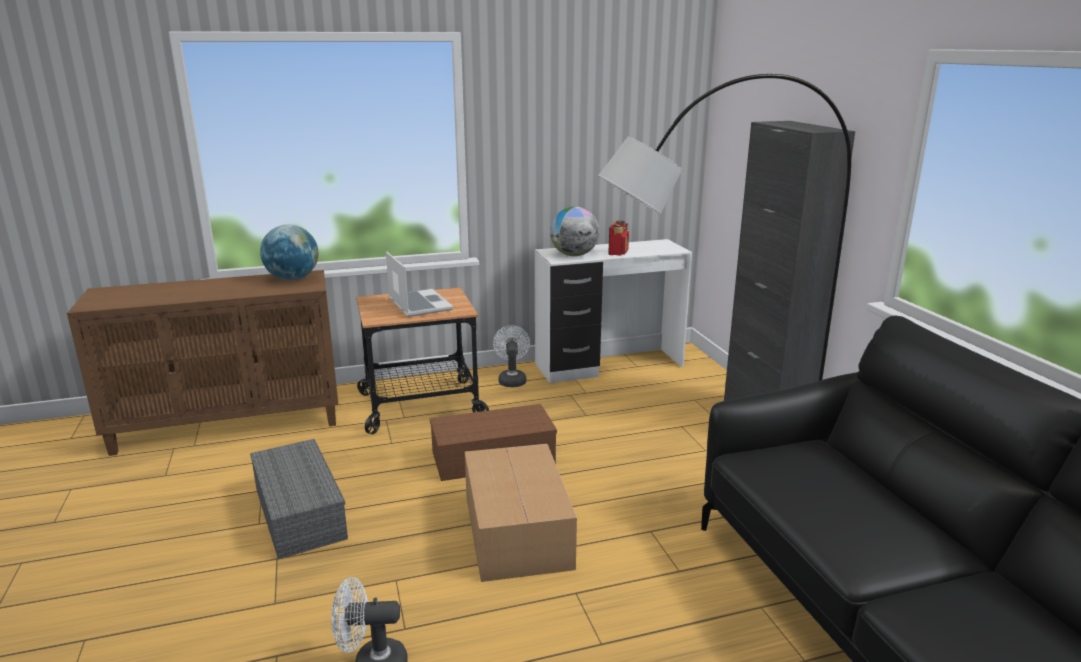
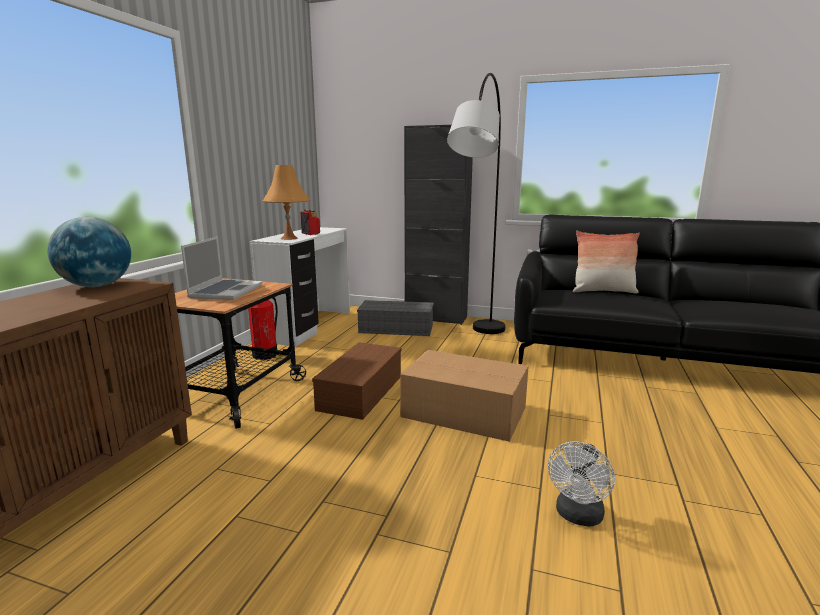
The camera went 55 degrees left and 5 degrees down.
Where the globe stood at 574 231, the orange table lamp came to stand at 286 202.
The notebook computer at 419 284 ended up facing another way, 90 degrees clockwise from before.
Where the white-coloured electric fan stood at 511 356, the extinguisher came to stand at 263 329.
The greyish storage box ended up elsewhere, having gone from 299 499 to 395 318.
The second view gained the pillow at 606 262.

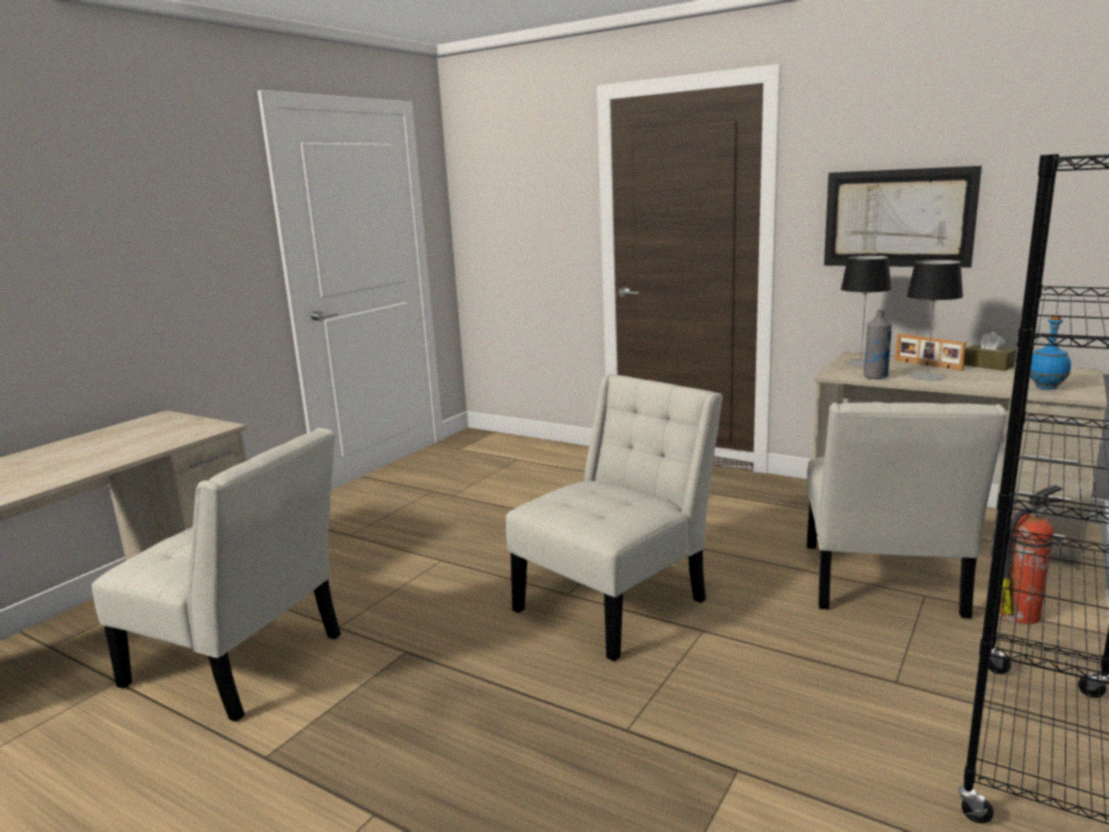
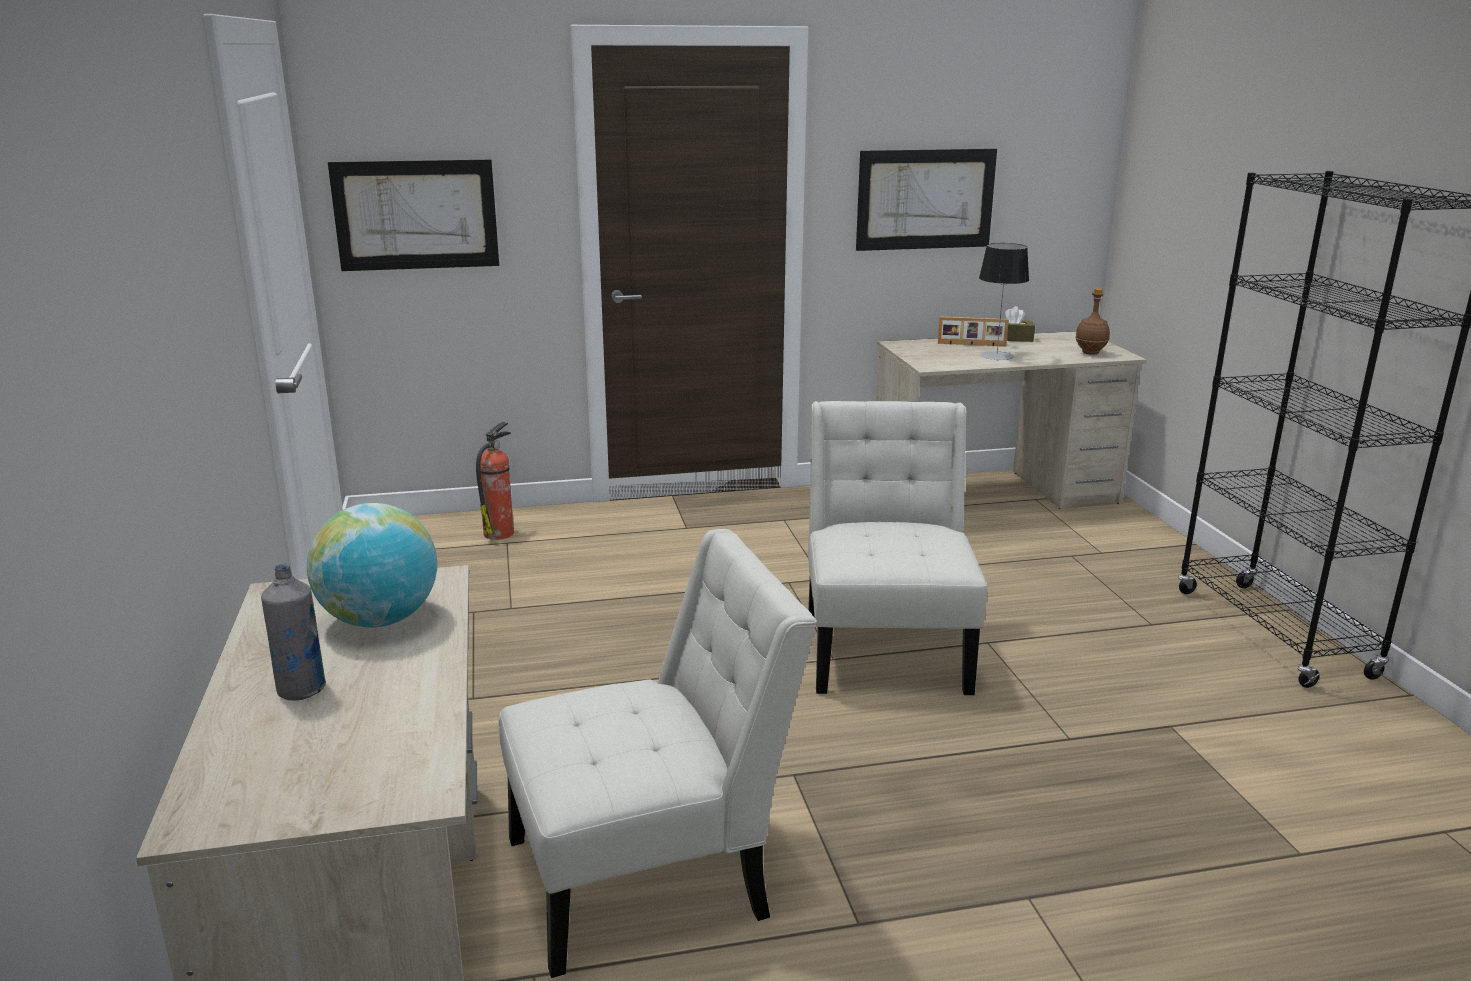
The camera went 45 degrees left and 5 degrees up.
The second view lost the table lamp at 866 311.
The greyish beverage bottle ended up elsewhere, having gone from 878 344 to 293 631.
What was the bluish beverage bottle at 1050 352 turned into the brown-coloured beverage bottle at 1092 321.
The second view lost the white-coloured chair at 907 510.
The extinguisher ended up elsewhere, having gone from 1031 554 to 495 481.
The second view gained the wall picture at 413 215.
The second view gained the globe at 372 565.

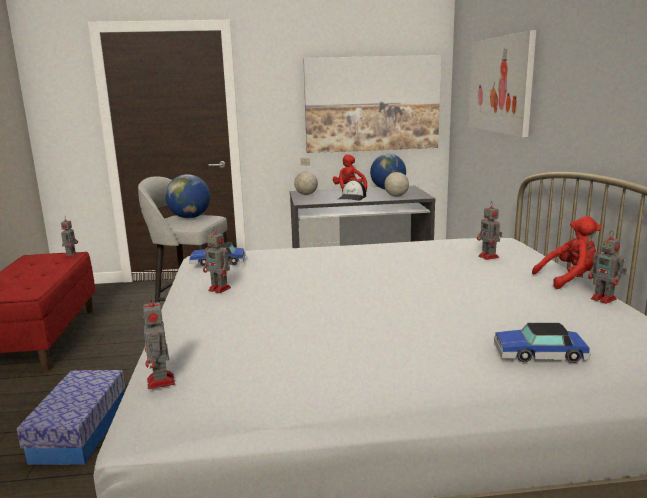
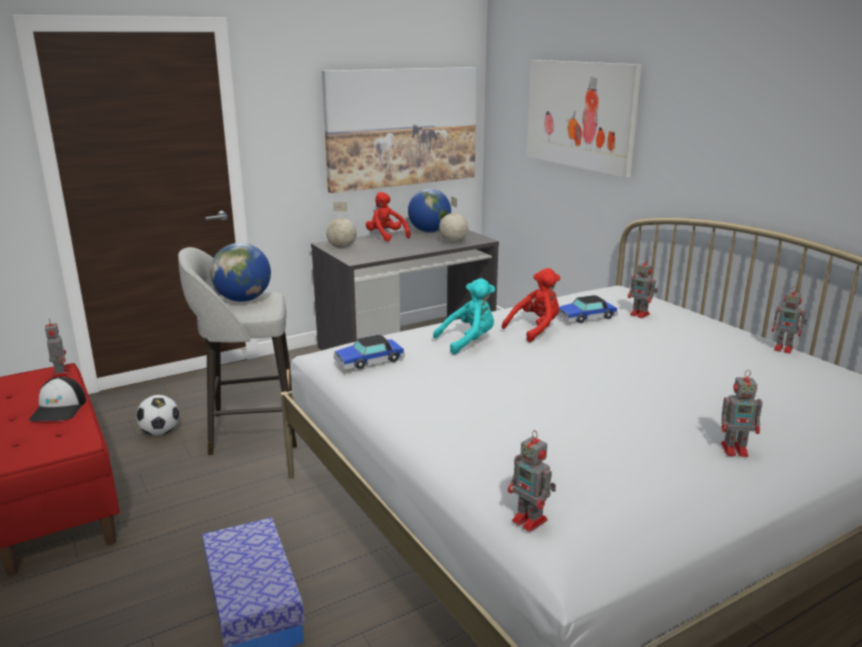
The camera went 25 degrees left and 5 degrees up.
The cap ended up elsewhere, having gone from 352 190 to 57 399.
The red plush toy ended up elsewhere, having gone from 567 252 to 531 305.
The robot figure ended up elsewhere, having gone from 217 259 to 741 413.
The toy car ended up elsewhere, having gone from 542 343 to 587 309.
The second view gained the turquoise plush toy at 464 316.
The second view gained the ball for football at 157 415.

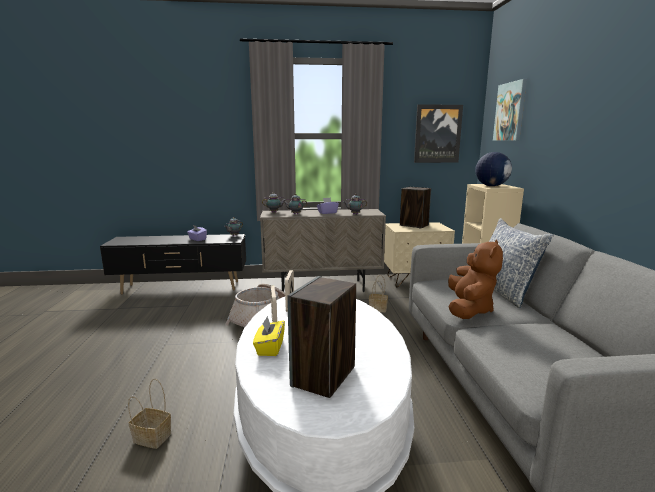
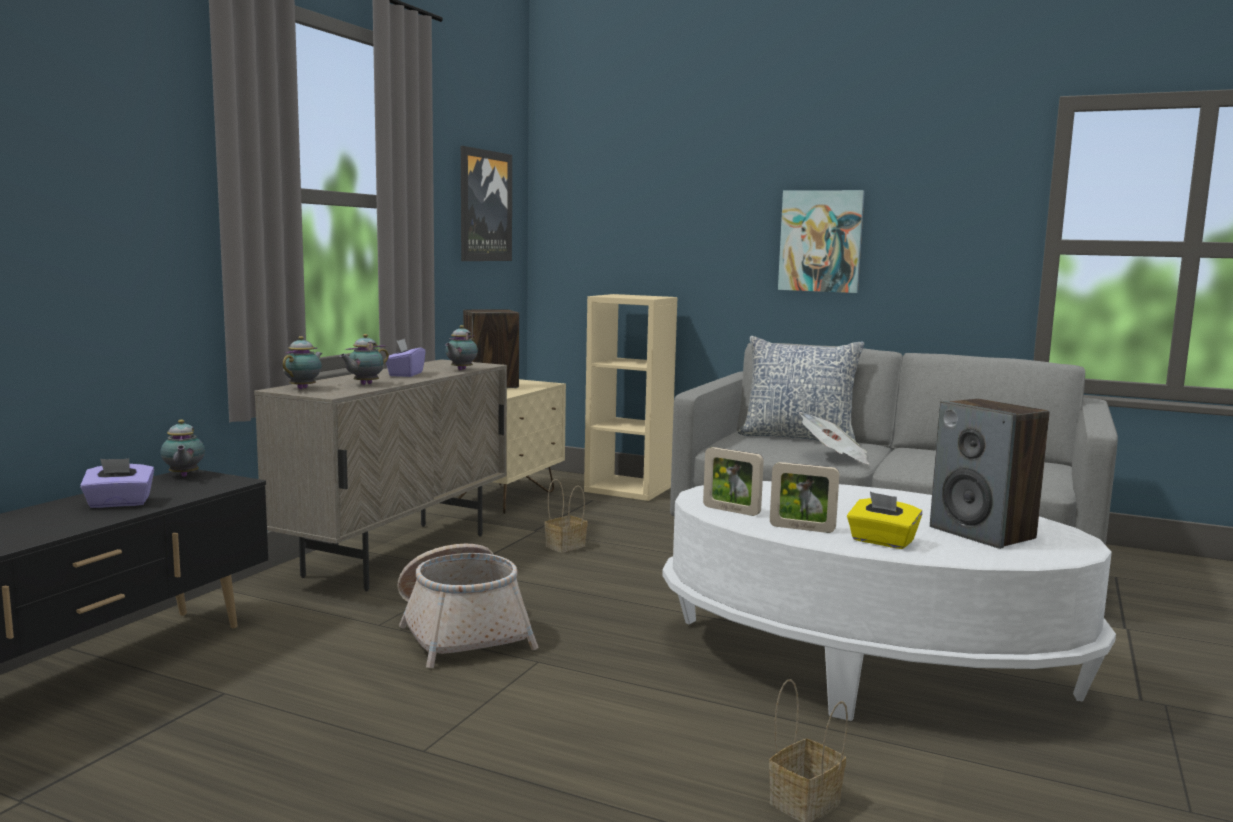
The camera went 60 degrees left and 5 degrees down.
The wall picture ended up elsewhere, having gone from 510 110 to 821 241.
The second view lost the globe at 493 169.
Where the brown-coloured plush toy stood at 475 279, the printed paper came to stand at 834 438.

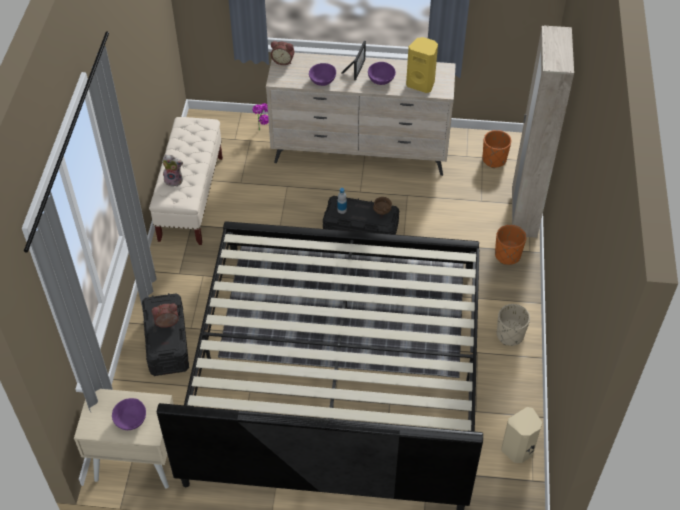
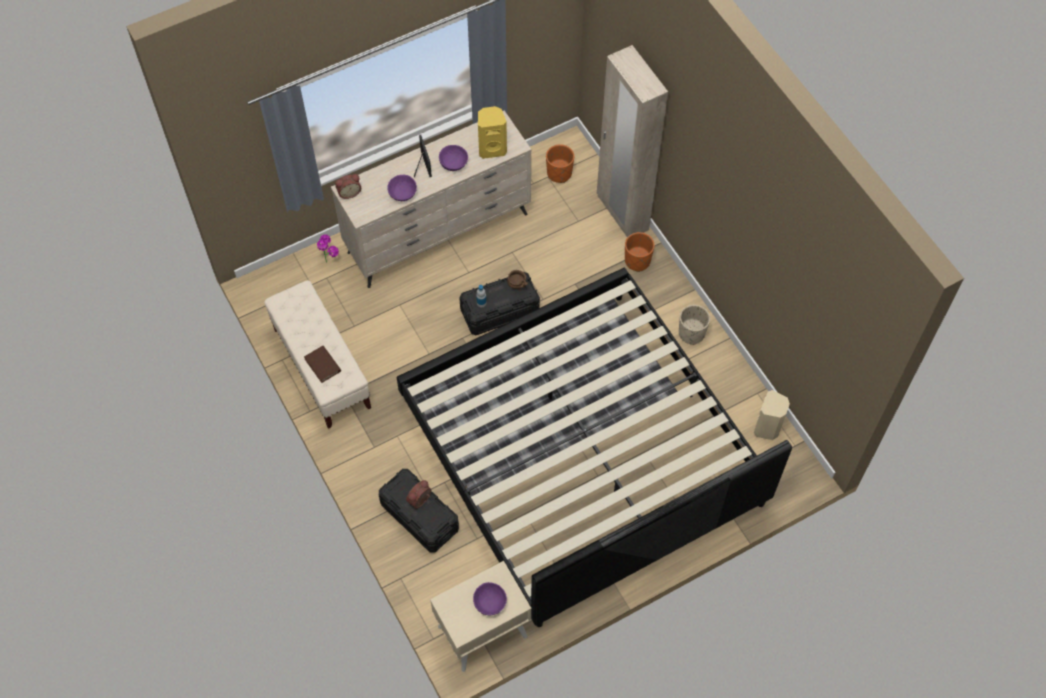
The camera went 35 degrees left and 10 degrees up.
Where the plush toy stood at 172 171, the brown-coloured bound book came to stand at 322 364.

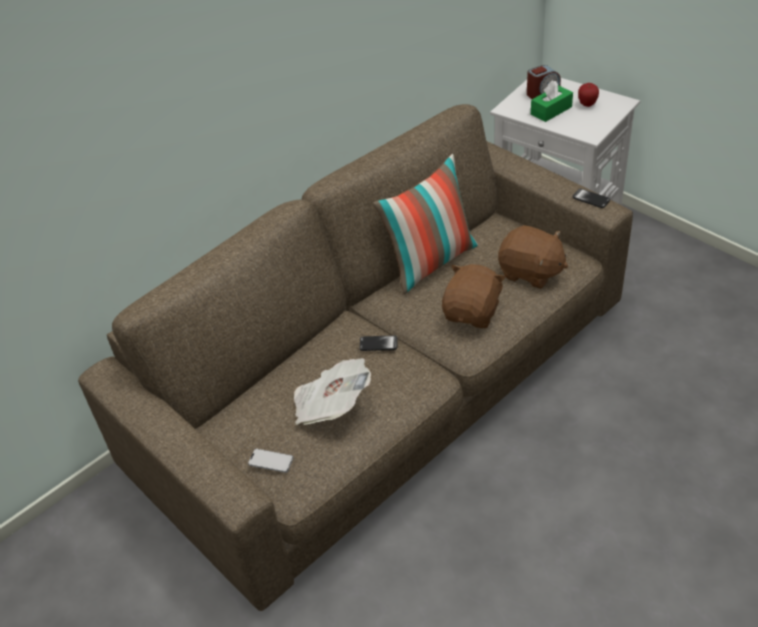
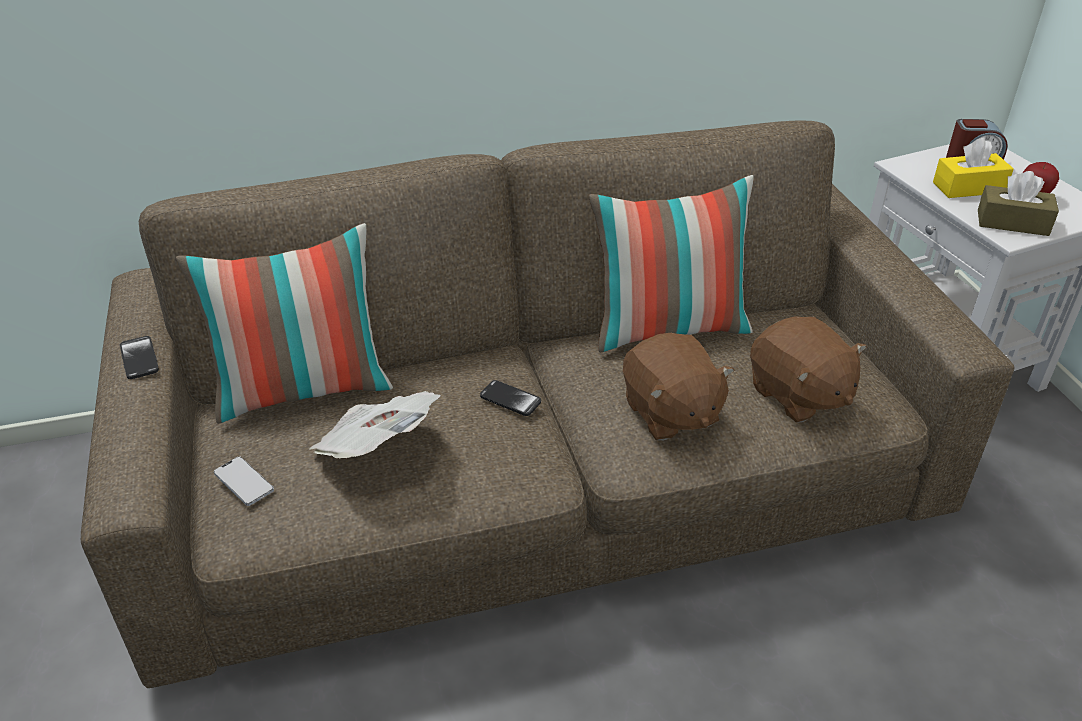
The camera went 25 degrees right and 5 degrees down.
What was the green tissue holder at 552 101 turned into the yellow tissue holder at 973 168.
The handset ended up elsewhere, having gone from 591 198 to 139 357.
The brown-coloured plush toy at 474 296 ended up facing another way, 105 degrees clockwise from before.
The second view gained the brown-coloured tissue holder at 1018 203.
The second view gained the pillow at 284 323.

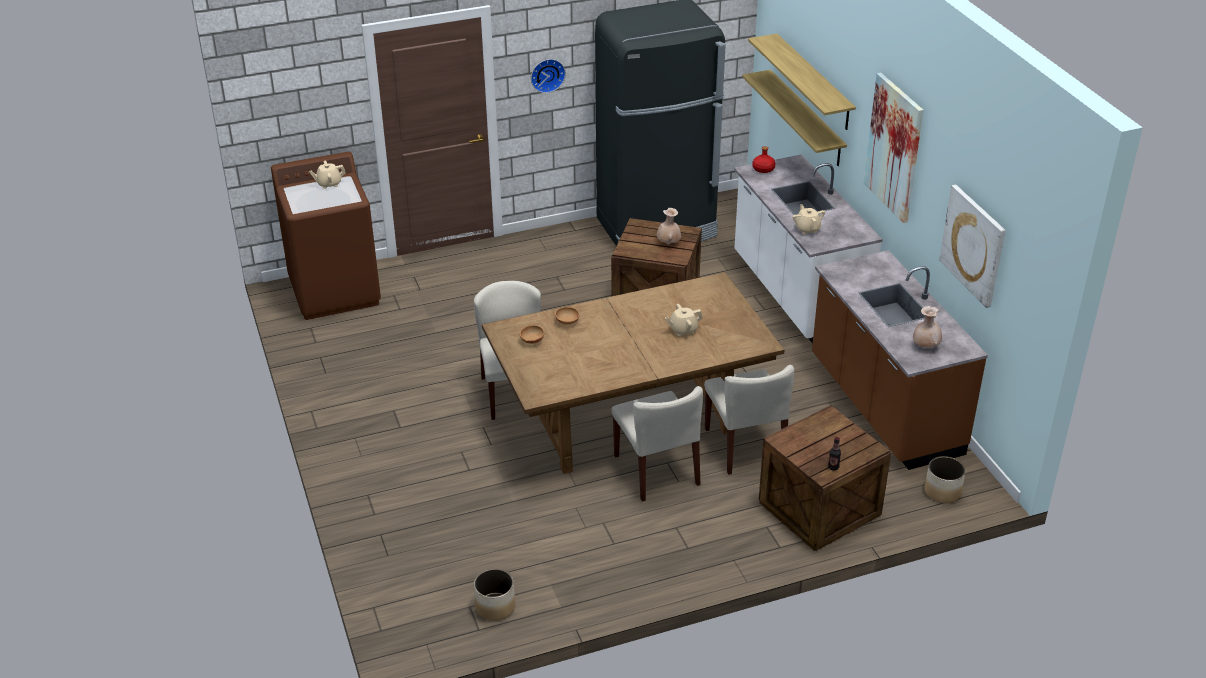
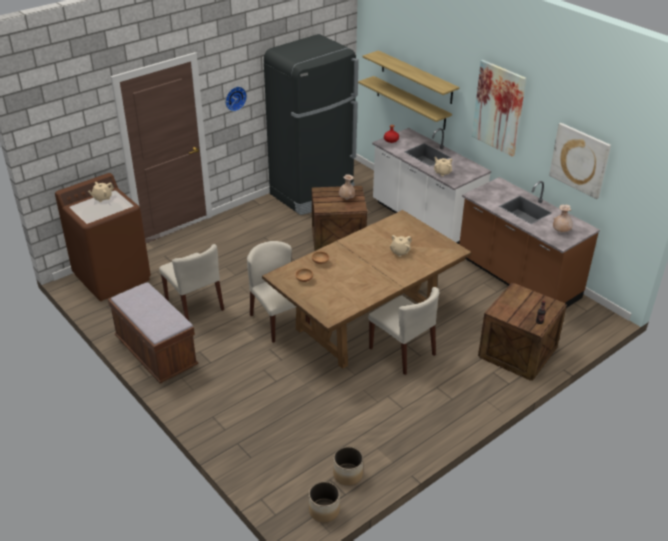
The camera went 20 degrees left and 0 degrees up.
The beige chair ended up elsewhere, having gone from 749 420 to 191 282.
The plant pot ended up elsewhere, having gone from 945 479 to 324 502.
The second view gained the brown-coloured indoor bench at 153 332.

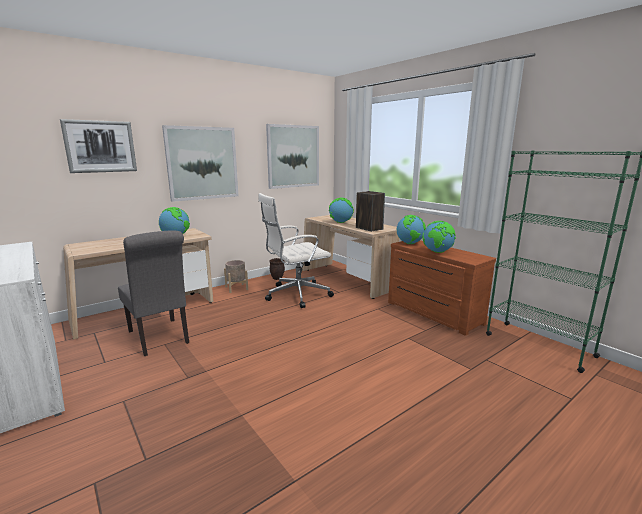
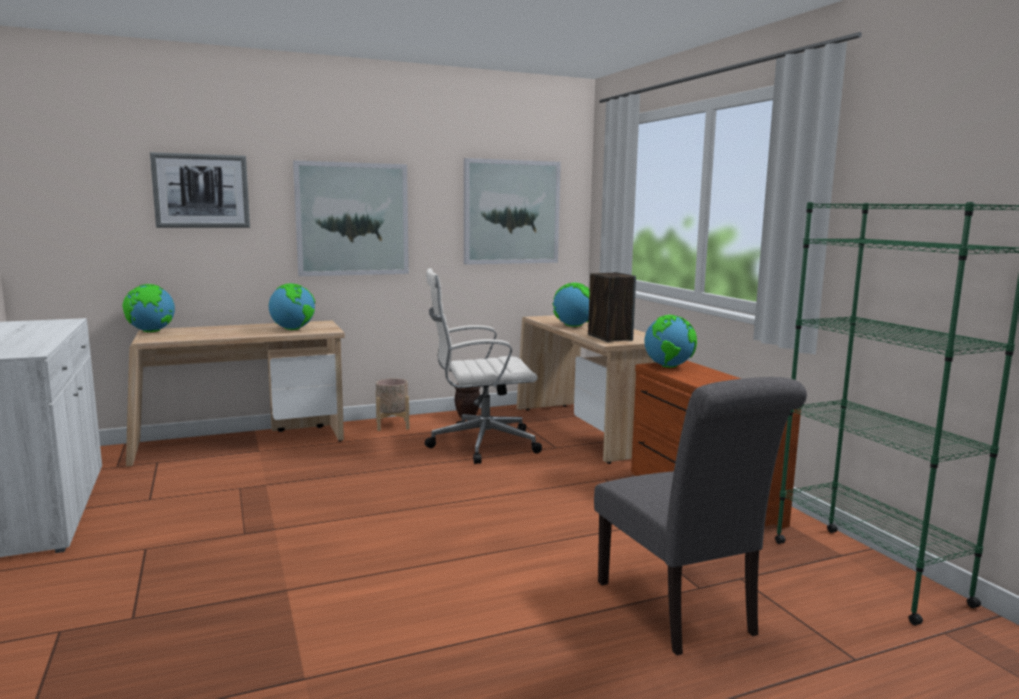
The camera went 15 degrees right and 5 degrees down.
The globe ended up elsewhere, having gone from 439 237 to 148 308.
The greyish chair ended up elsewhere, having gone from 153 293 to 700 516.

